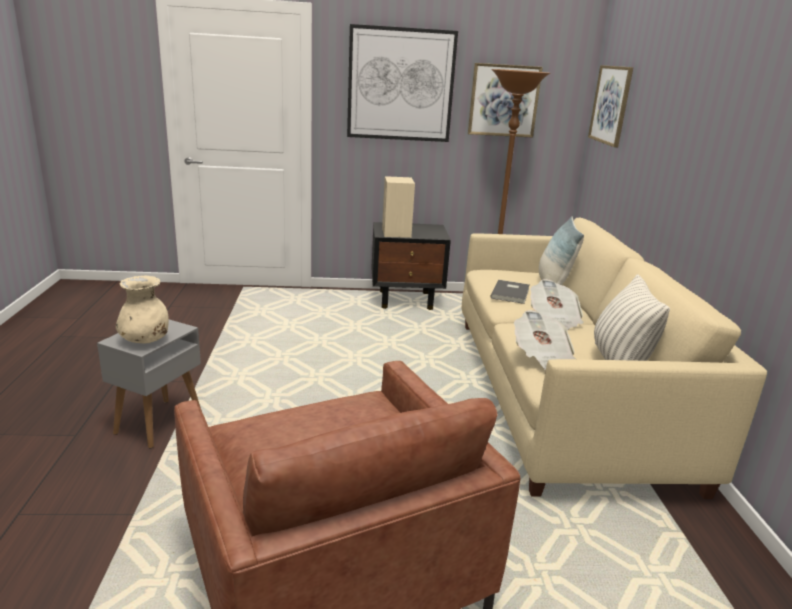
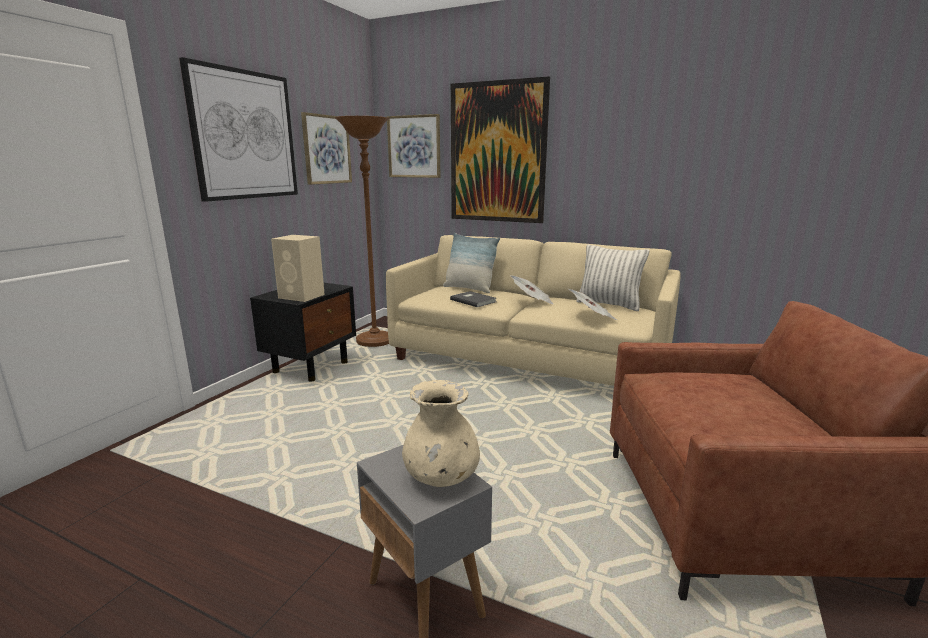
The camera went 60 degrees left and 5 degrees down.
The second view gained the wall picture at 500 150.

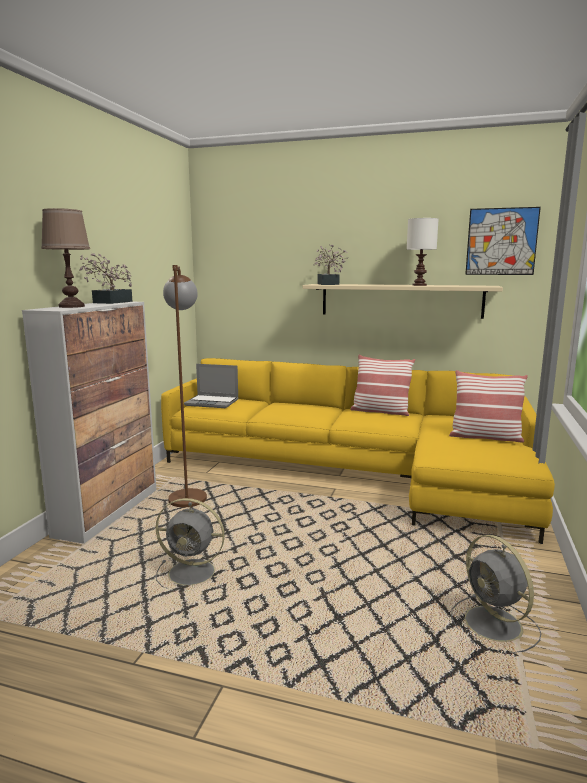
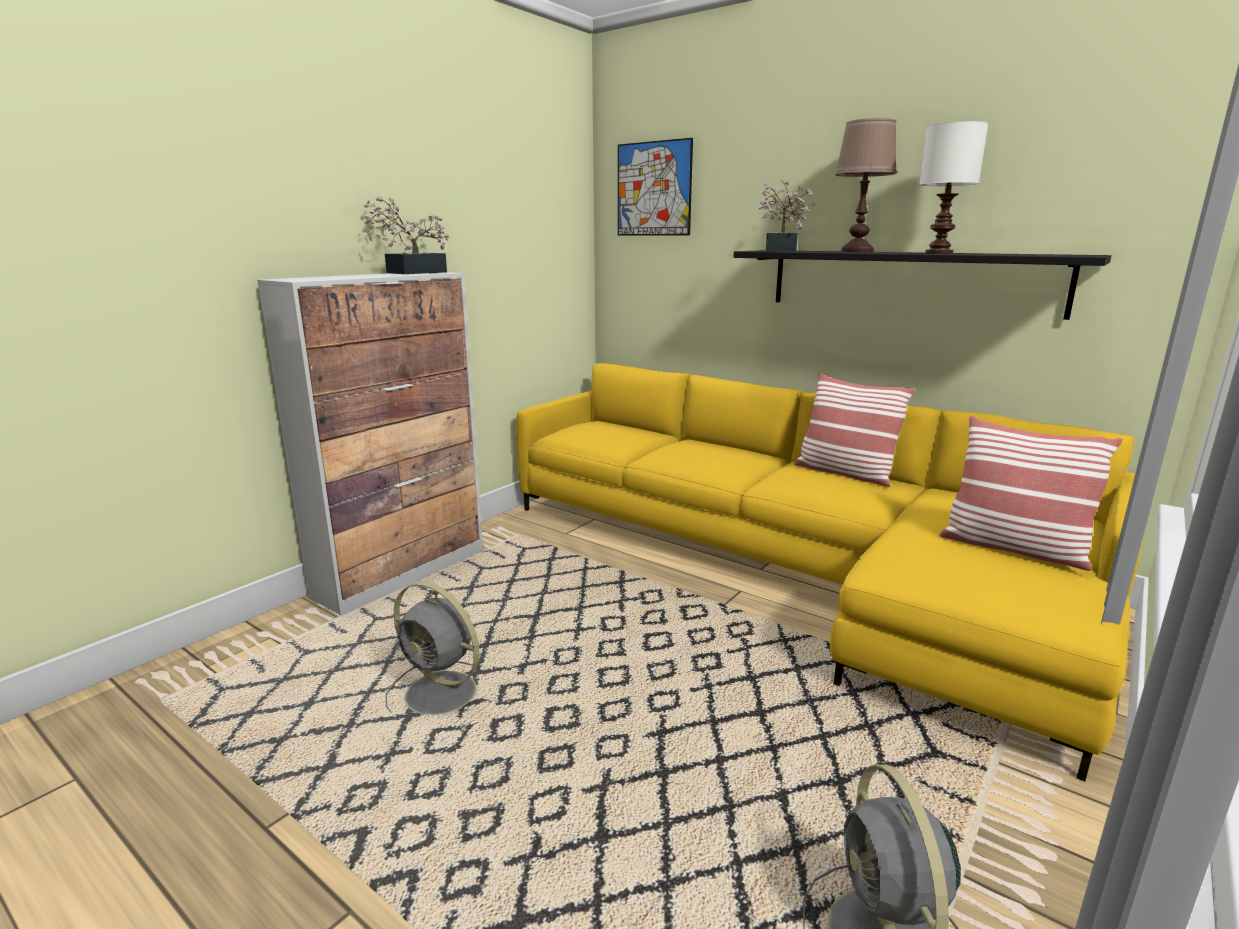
The camera went 20 degrees right and 5 degrees up.
The wall picture ended up elsewhere, having gone from 503 241 to 655 187.
The brown-coloured table lamp ended up elsewhere, having gone from 65 258 to 866 185.
The second view lost the brown-coloured standard lamp at 185 386.
What was the beige wall shelf at 403 301 turned into the black wall shelf at 922 285.
The second view lost the notebook computer at 211 386.

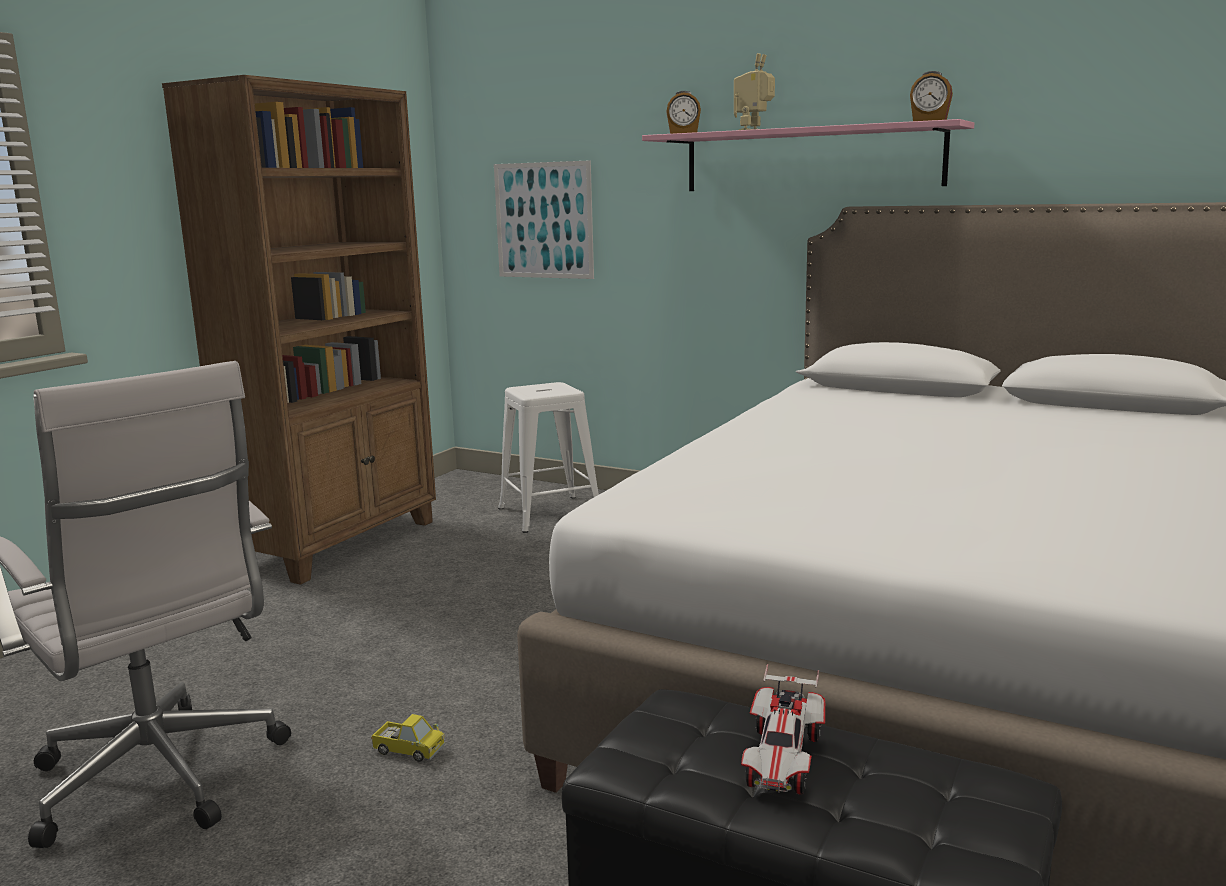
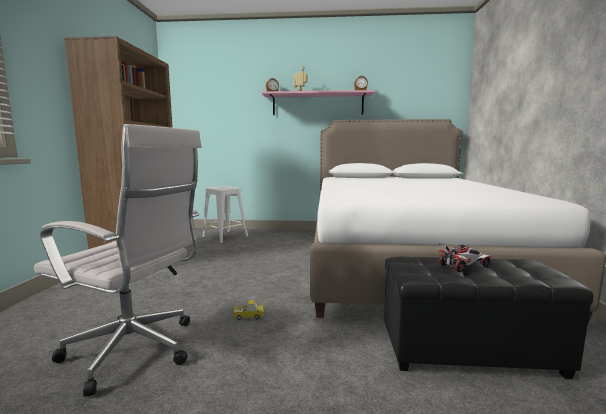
The camera went 25 degrees left and 5 degrees down.
The second view lost the wall picture at 544 219.
The toy car at 783 729 ended up facing another way, 105 degrees counterclockwise from before.

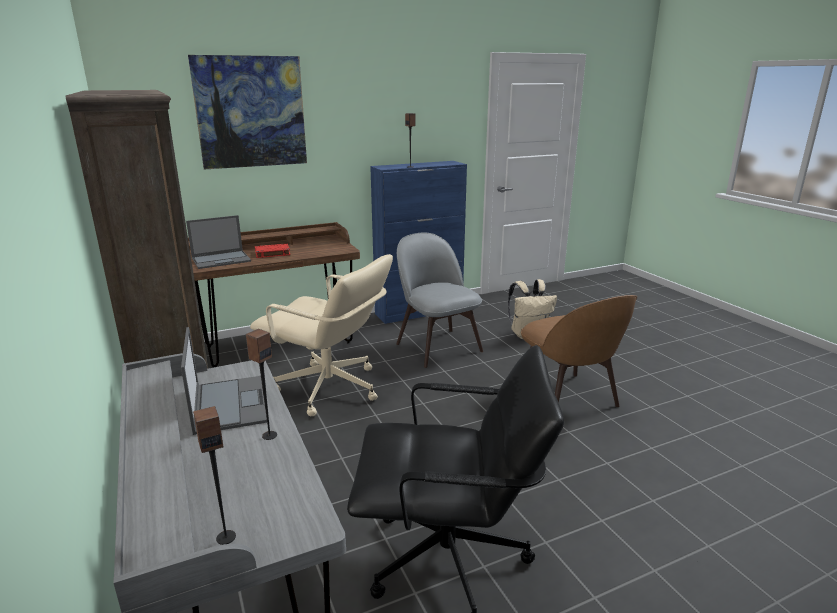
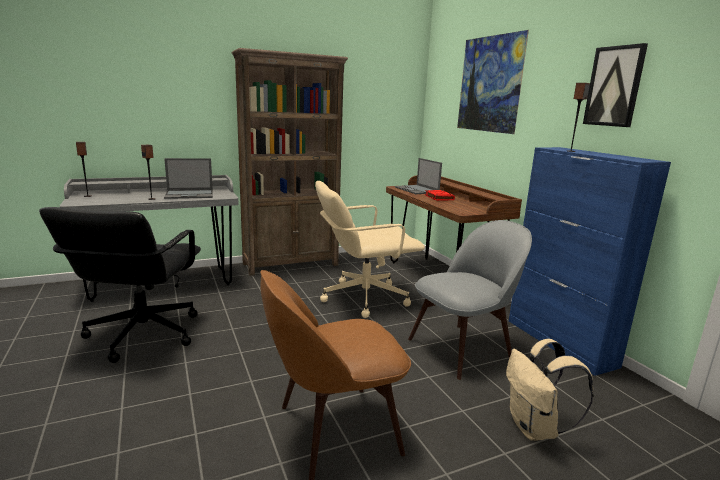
The camera went 90 degrees right and 5 degrees down.
The beige desk chair at 321 335 ended up facing another way, 45 degrees clockwise from before.
The second view gained the wall picture at 615 85.

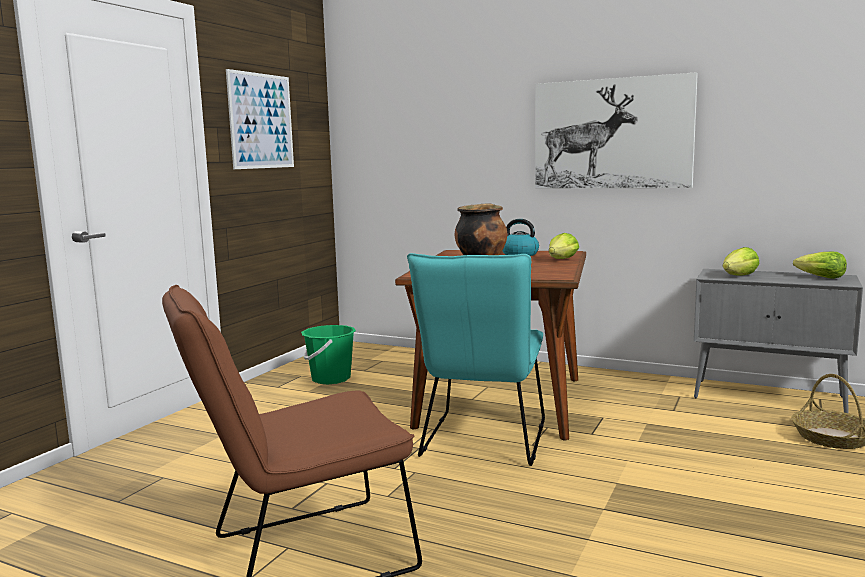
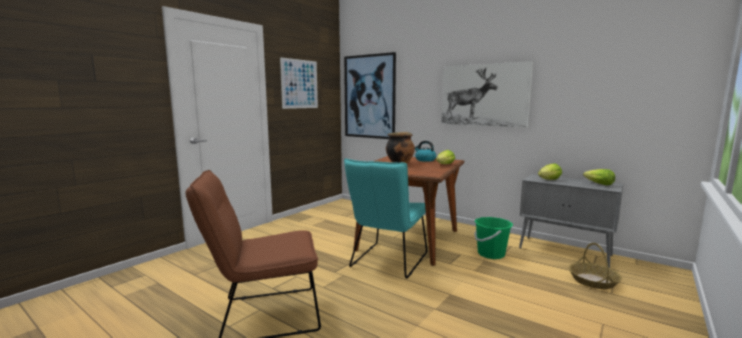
The camera went 10 degrees right and 0 degrees up.
The green bucket ended up elsewhere, having gone from 328 354 to 493 238.
The second view gained the wall picture at 370 95.

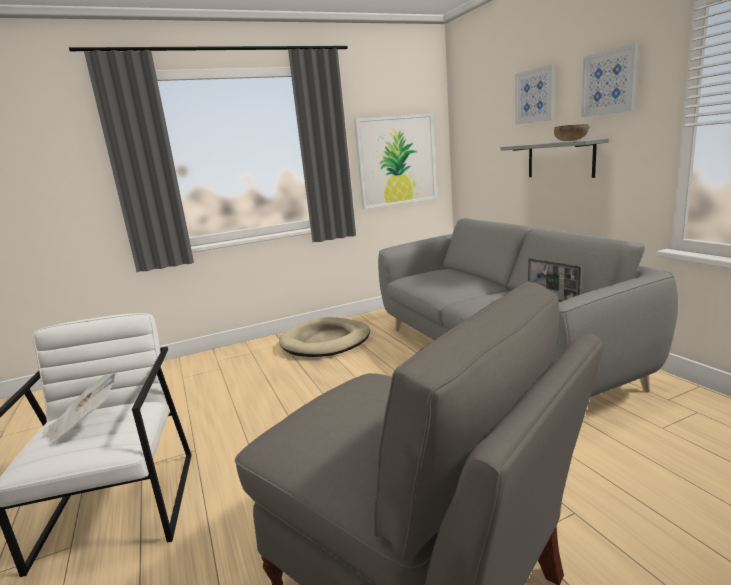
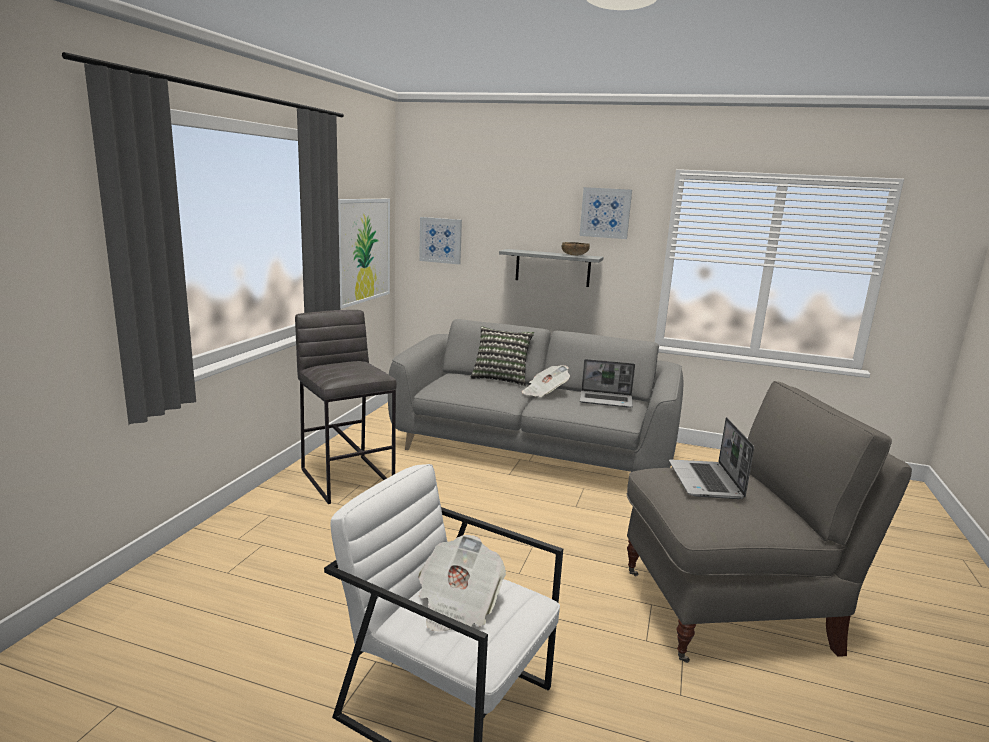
The camera went 50 degrees left and 0 degrees up.
The wall picture ended up elsewhere, having gone from 535 94 to 440 240.
Where the beige dog bed stood at 324 337, the greyish stool seat came to stand at 346 407.
The second view gained the pillow at 502 356.
The second view gained the printed paper at 546 381.
The second view gained the notebook computer at 711 458.

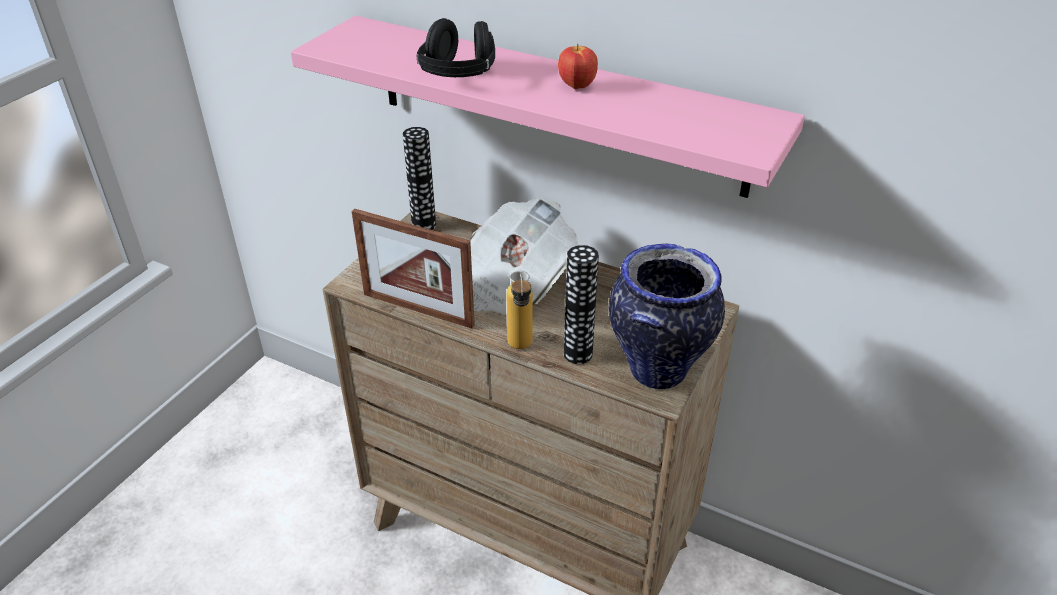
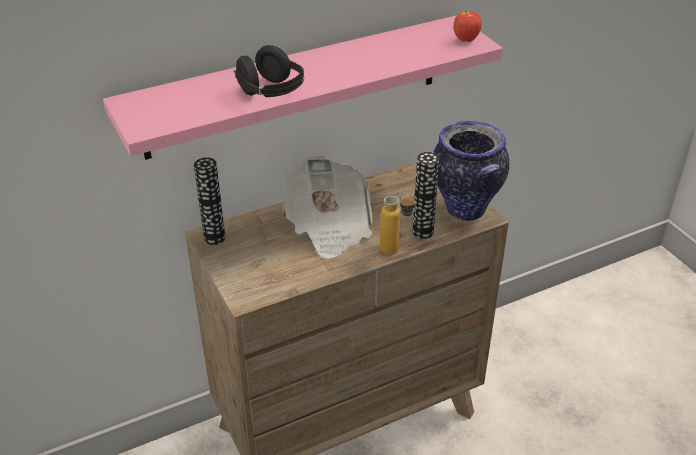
The camera went 55 degrees left and 0 degrees up.
The apple fruit ended up elsewhere, having gone from 578 67 to 467 26.
The second view lost the photo frame at 413 269.

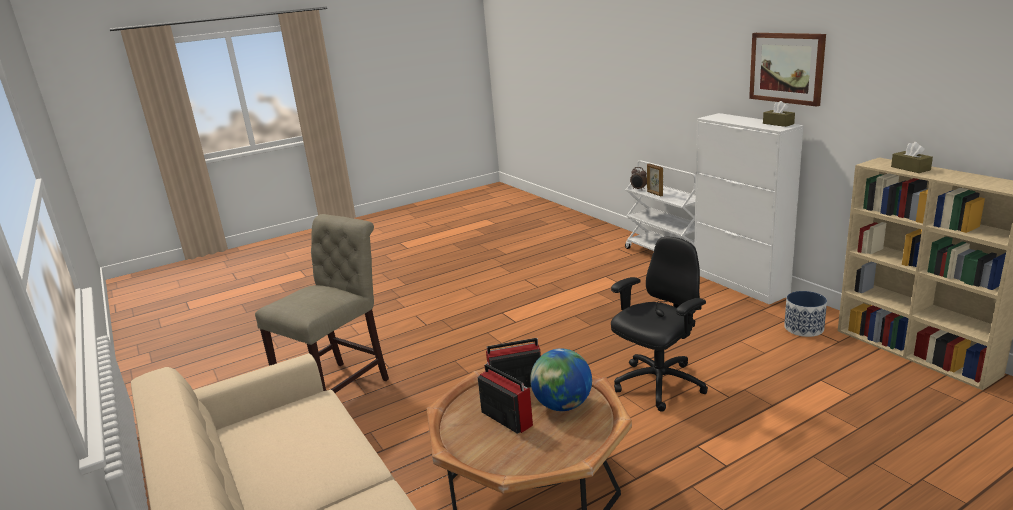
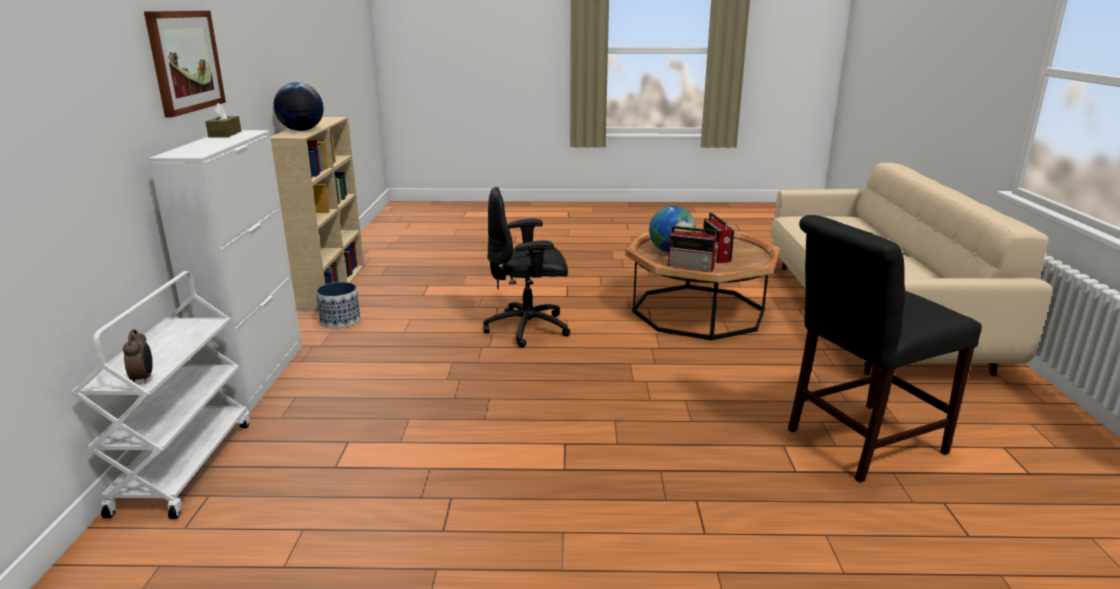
The camera went 150 degrees left and 0 degrees up.
Where the brown-coloured tissue holder stood at 912 157, the globe came to stand at 299 106.
The second view lost the photo frame at 655 179.
What was the beige chair at 322 303 turned into the black chair at 885 349.

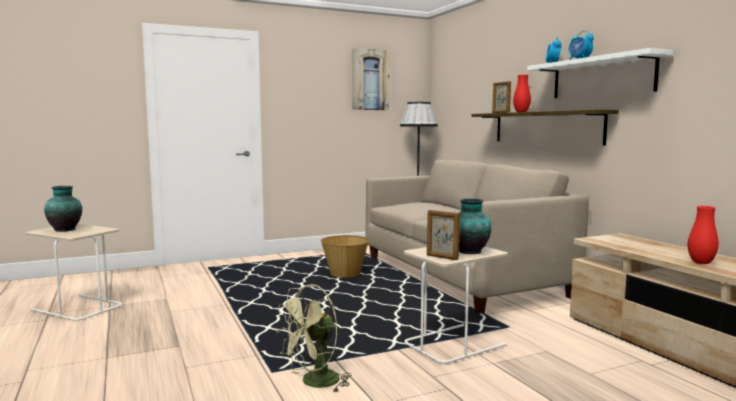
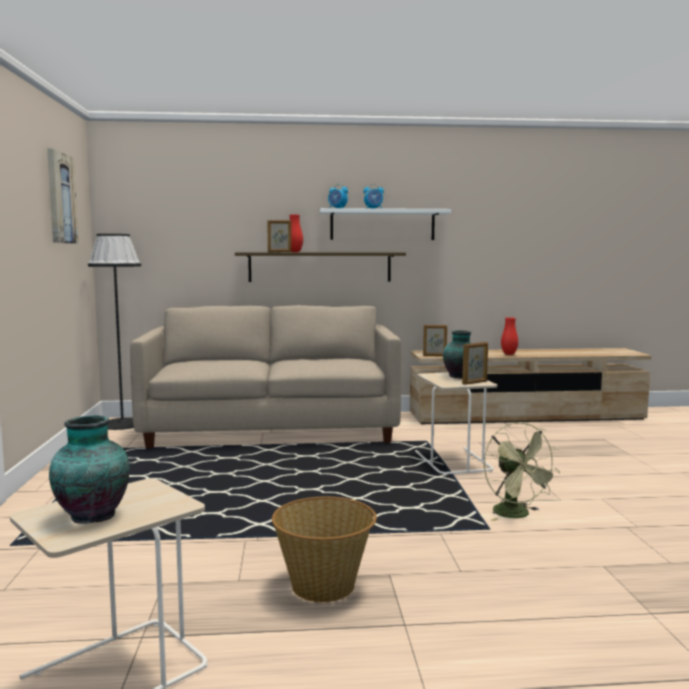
The camera went 70 degrees left and 0 degrees up.
The household basket ended up elsewhere, having gone from 345 256 to 324 549.
The second view gained the photo frame at 435 340.

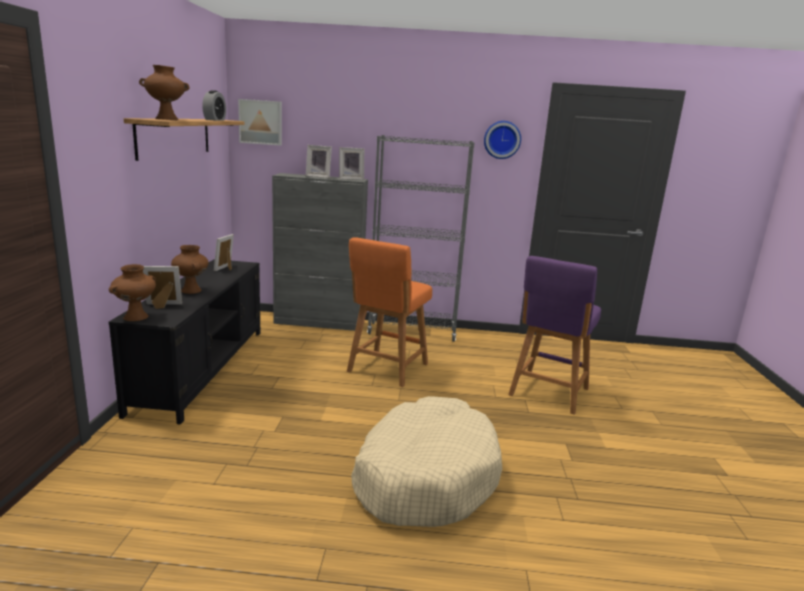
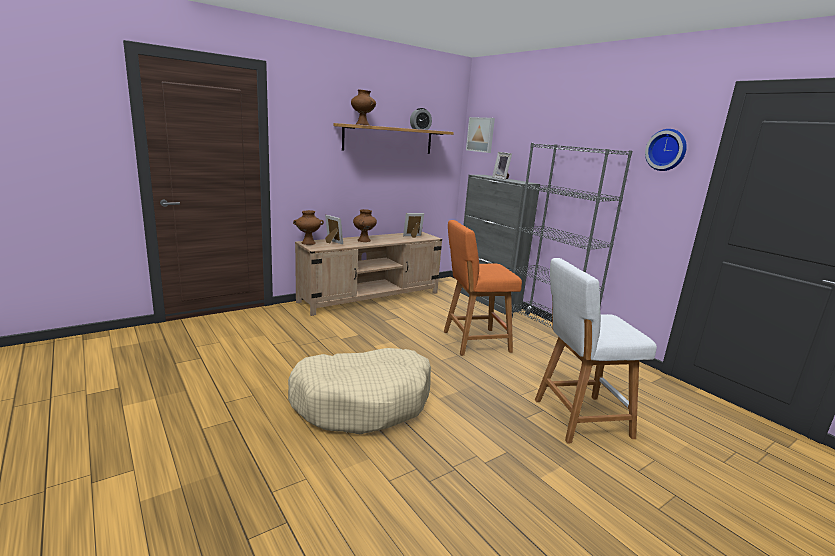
The camera went 50 degrees right and 0 degrees up.
The second view lost the photo frame at 351 163.
What was the purplish stool seat at 554 335 turned into the white-coloured stool seat at 596 351.
What was the black media console at 184 342 turned into the beige media console at 368 274.

